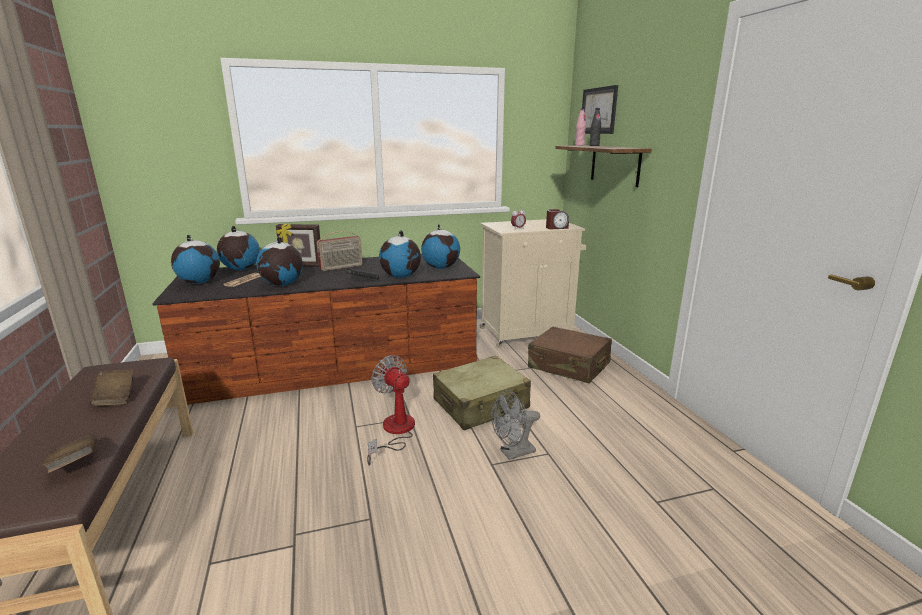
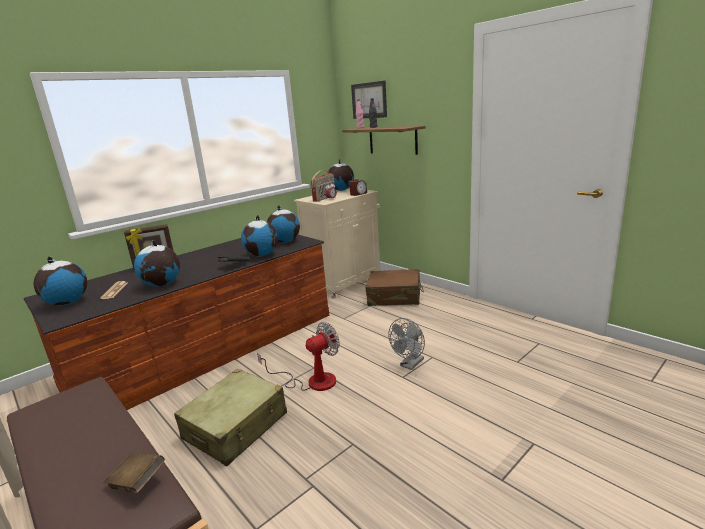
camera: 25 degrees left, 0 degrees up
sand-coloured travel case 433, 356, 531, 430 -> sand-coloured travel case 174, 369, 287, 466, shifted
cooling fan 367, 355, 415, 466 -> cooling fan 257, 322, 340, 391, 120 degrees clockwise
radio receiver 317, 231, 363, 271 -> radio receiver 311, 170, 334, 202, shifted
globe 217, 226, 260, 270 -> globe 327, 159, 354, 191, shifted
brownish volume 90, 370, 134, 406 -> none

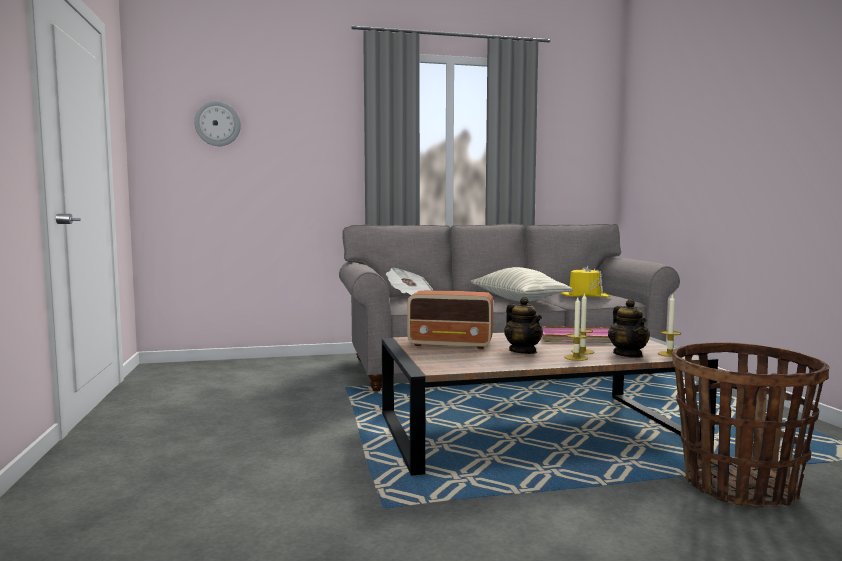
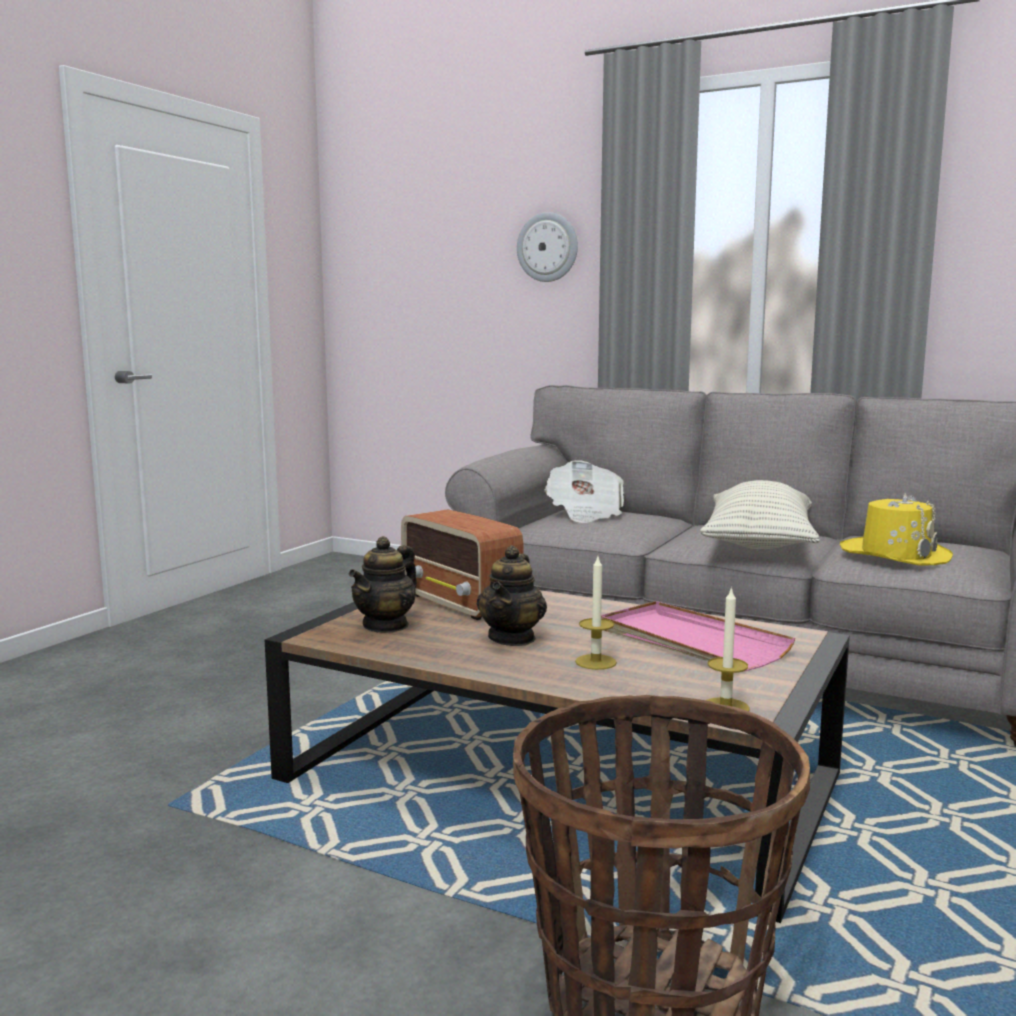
camera: 40 degrees right, 5 degrees up
pot for tea 608, 299, 650, 358 -> pot for tea 349, 536, 417, 633, shifted
wall clock 194, 101, 241, 146 -> wall clock 517, 212, 578, 282, shifted
candle 564, 297, 588, 361 -> none

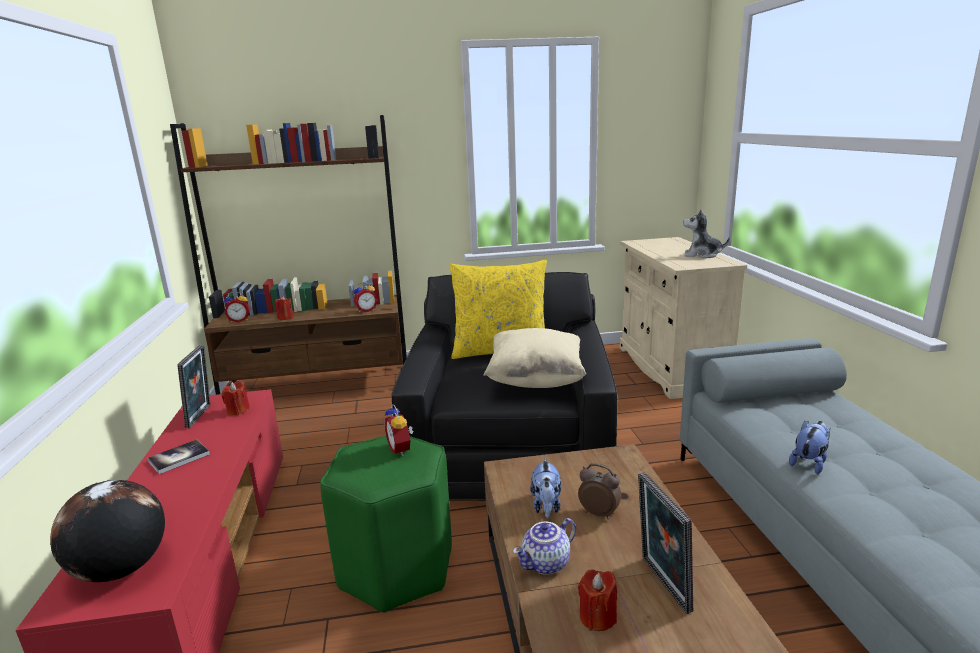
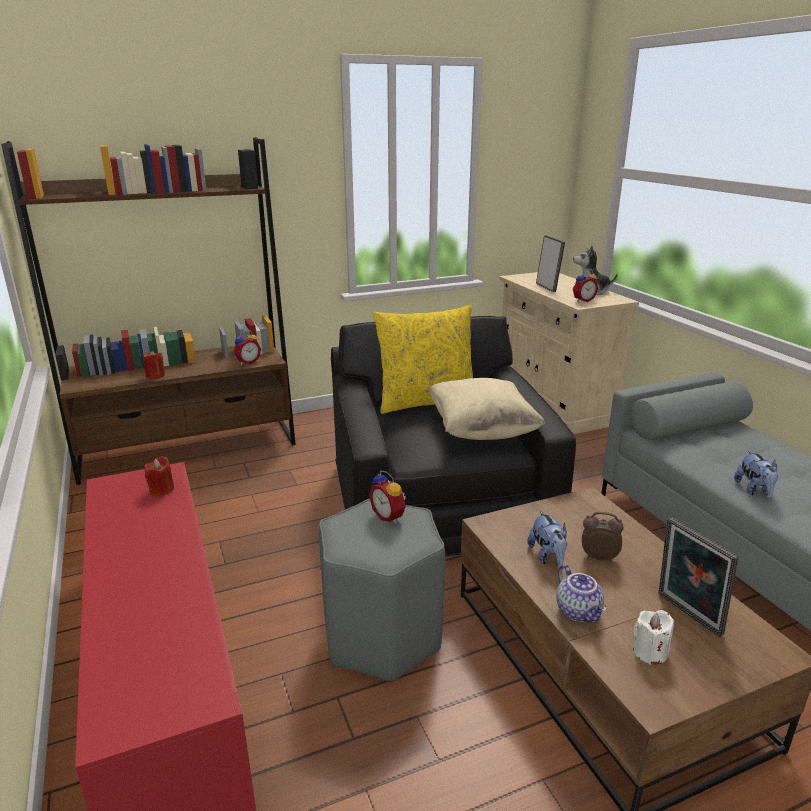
camera: 15 degrees left, 5 degrees up
green stool seat 320, 435, 452, 613 -> greyish stool seat 319, 499, 445, 682
picture frame 177, 345, 210, 428 -> picture frame 536, 235, 565, 292, shifted
pot for tea 513, 518, 576, 575 -> pot for tea 557, 564, 607, 623, 60 degrees counterclockwise
table clock 224, 291, 250, 323 -> table clock 573, 269, 598, 302, shifted
red-coloured candle 578, 569, 617, 631 -> white-coloured candle 633, 610, 674, 665
cuddly toy 789, 421, 830, 474 -> cuddly toy 734, 450, 778, 498, 150 degrees clockwise
globe 50, 480, 165, 582 -> none
volume 147, 440, 210, 474 -> none

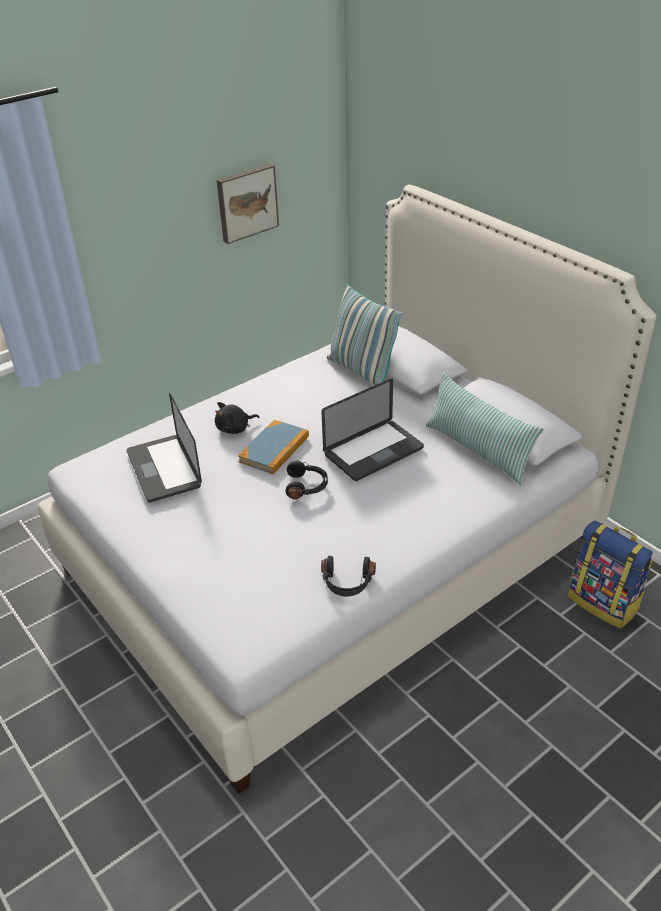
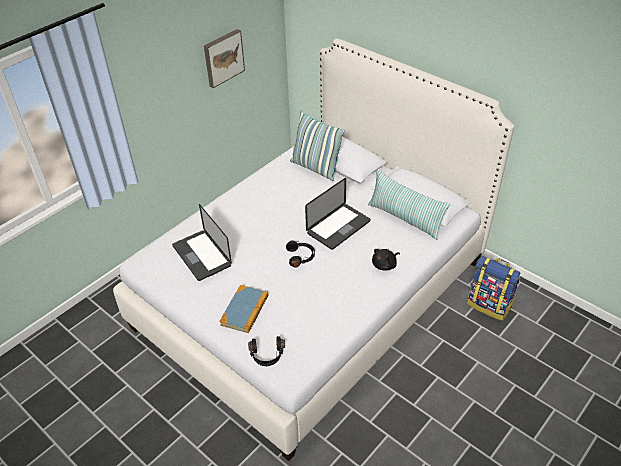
camera: 10 degrees left, 5 degrees up
volume 238, 420, 309, 474 -> volume 219, 285, 268, 333, shifted
black headset 321, 556, 376, 597 -> black headset 248, 336, 285, 366, shifted
black cuddly toy 215, 402, 259, 434 -> black cuddly toy 372, 249, 400, 271, shifted

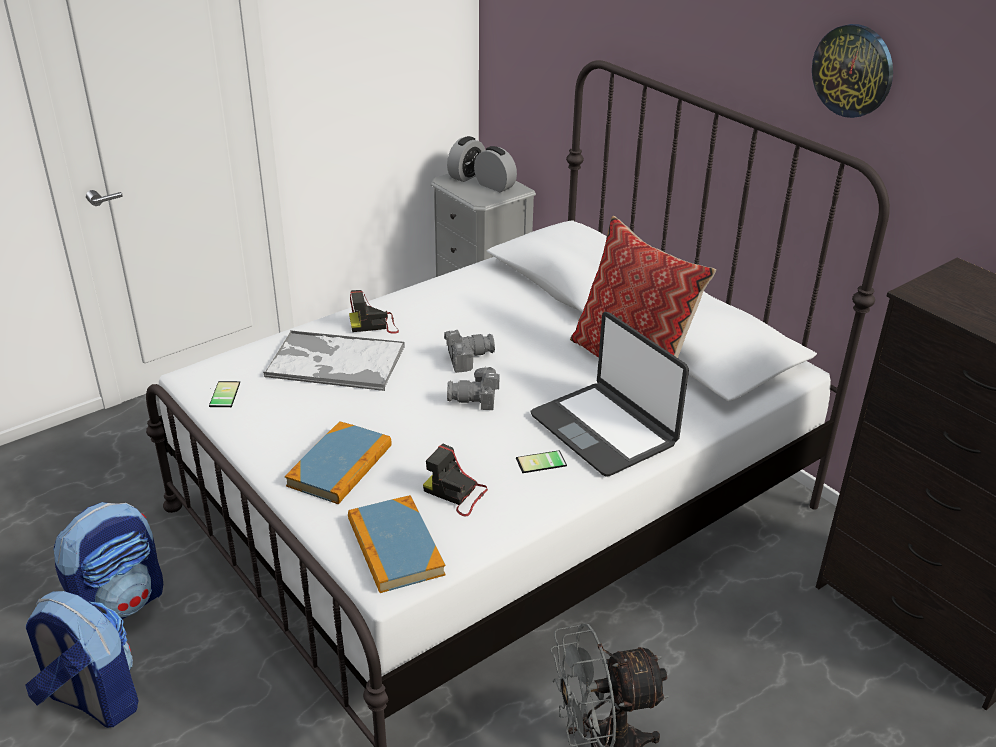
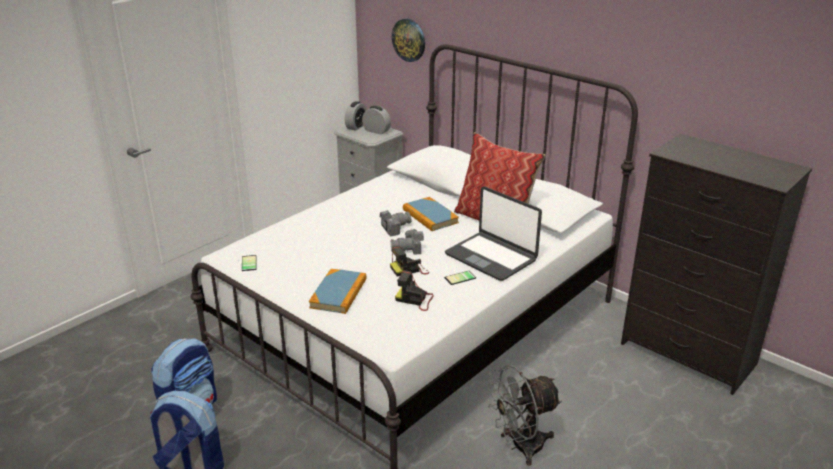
camera: 10 degrees left, 5 degrees down
photo camera 349, 290, 399, 334 -> photo camera 390, 246, 429, 276, shifted
wall clock 812, 24, 893, 118 -> wall clock 392, 19, 425, 62, shifted
volume 348, 495, 446, 593 -> volume 403, 197, 459, 231, shifted
carrying tray 263, 330, 405, 391 -> none

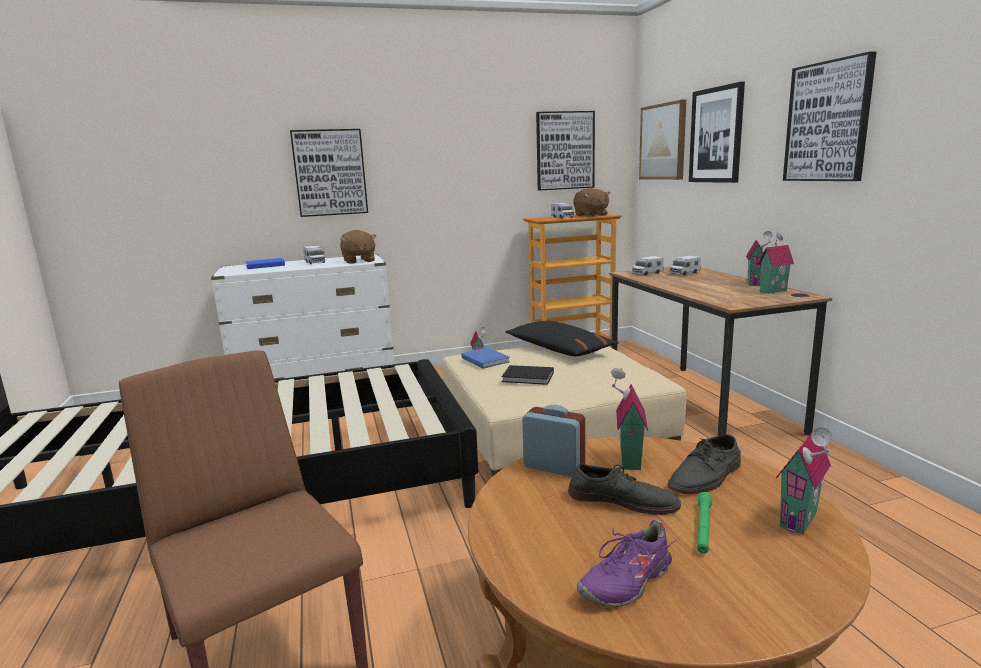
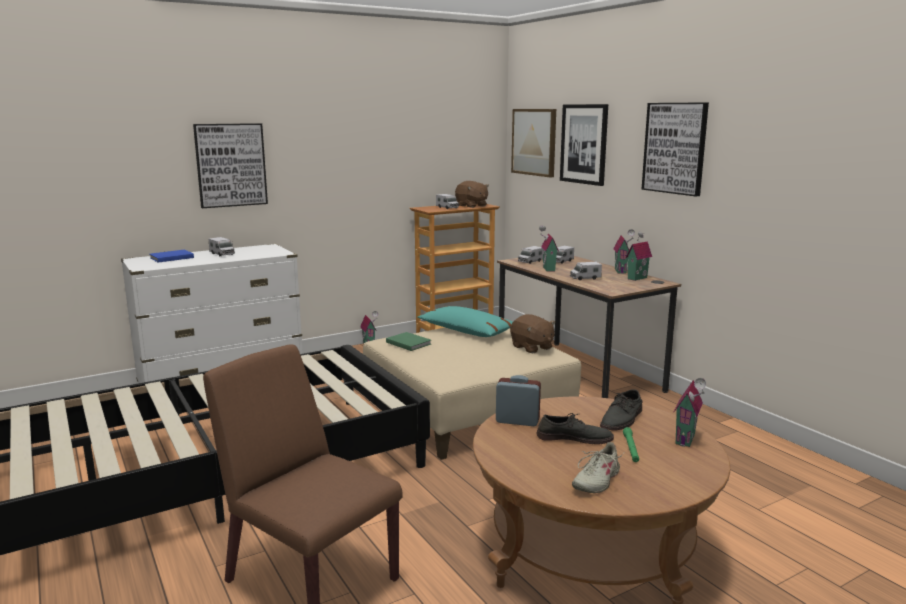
camera: 15 degrees left, 0 degrees up
blue volume 461, 347, 510, 369 -> green volume 386, 332, 431, 351
black cushion 505, 321, 619, 356 -> turquoise-coloured cushion 417, 306, 513, 337
brownish cuddly toy 340, 230, 376, 264 -> brownish cuddly toy 510, 314, 556, 353, shifted
miniature house 611, 368, 648, 470 -> miniature house 539, 225, 559, 272, shifted
none -> toy truck 570, 262, 602, 280
purplish shoe 577, 520, 676, 607 -> sand-coloured shoe 572, 442, 625, 493
black volume 502, 365, 554, 385 -> none
wall picture 536, 111, 595, 191 -> none

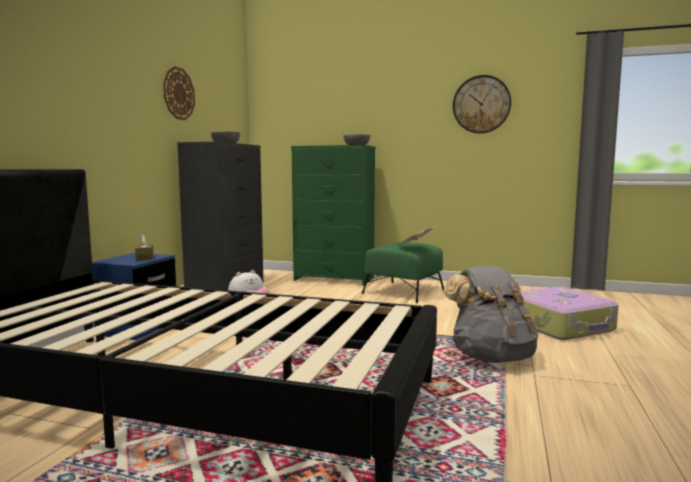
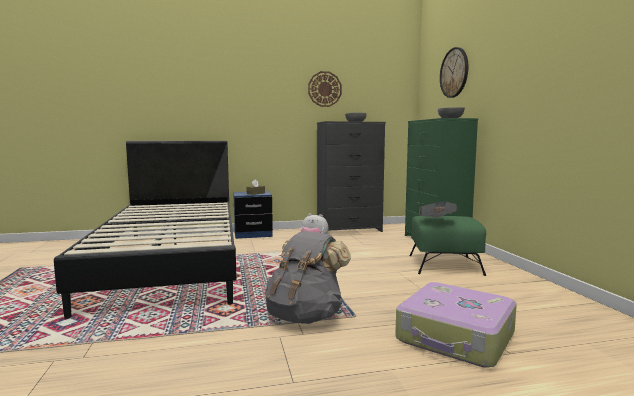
camera: 60 degrees right, 0 degrees up
wall clock 453, 75, 511, 133 -> wall clock 440, 47, 468, 98, shifted

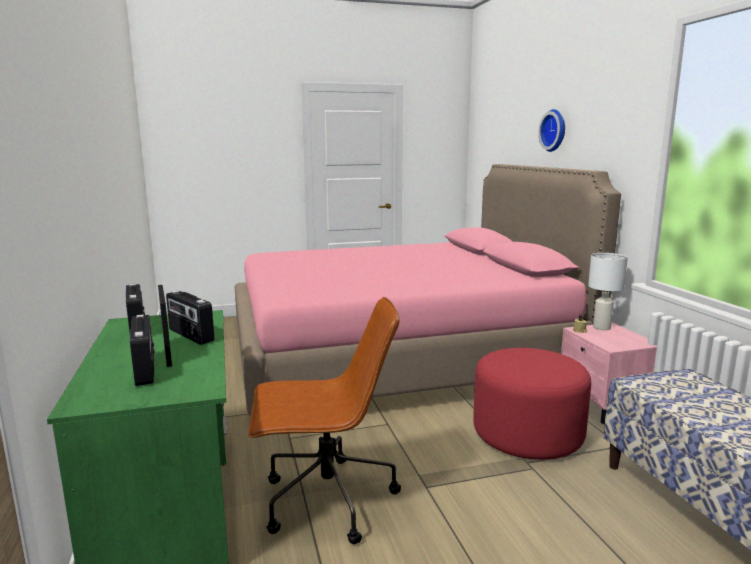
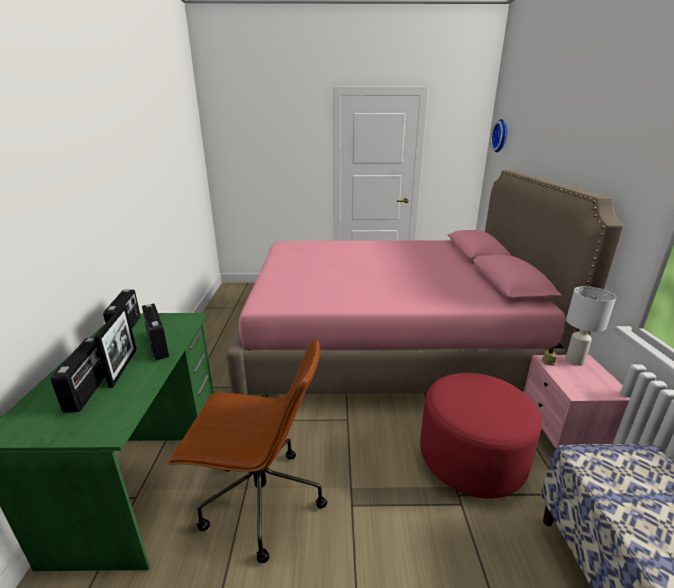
camera: 15 degrees right, 10 degrees up
wall clock 538, 109, 565, 152 -> wall clock 490, 119, 507, 152, shifted

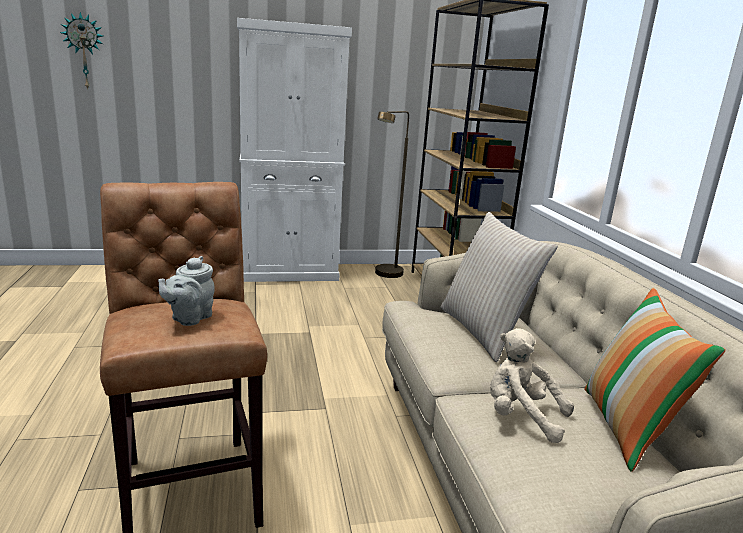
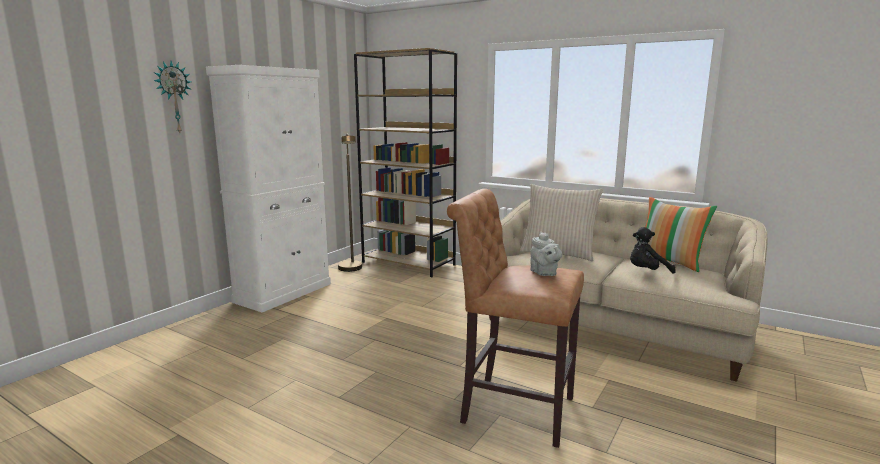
camera: 45 degrees left, 5 degrees down
wall clock 60, 12, 103, 89 -> wall clock 154, 61, 192, 133, shifted
sand-coloured cuddly toy 490, 328, 574, 443 -> black cuddly toy 630, 227, 676, 274

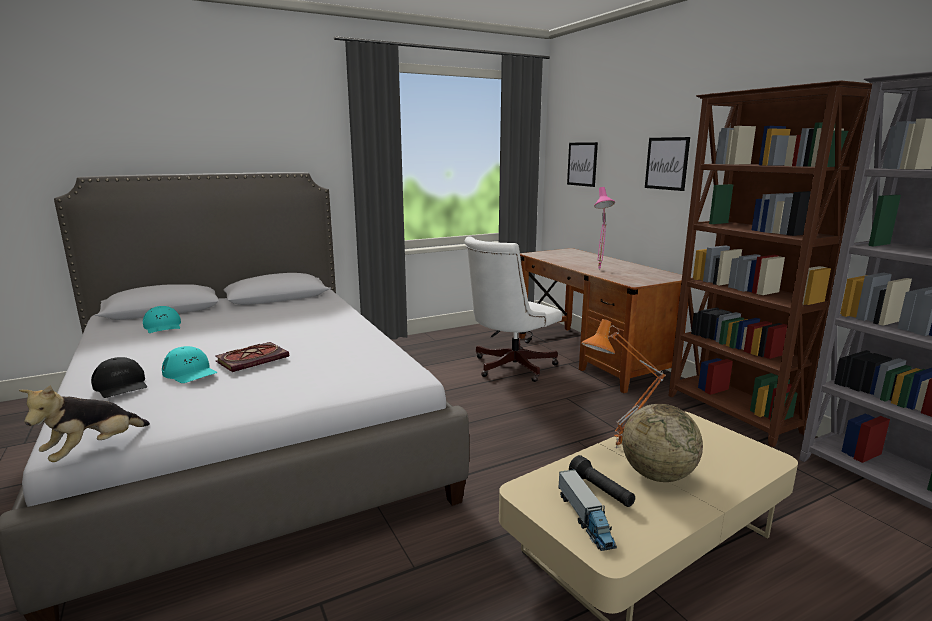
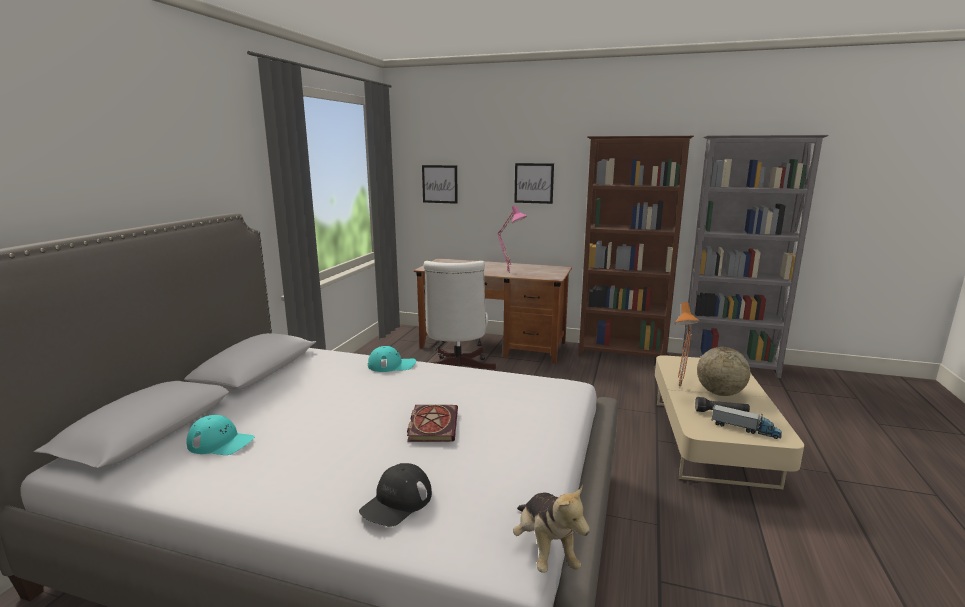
camera: 45 degrees left, 0 degrees up
black cap 91, 357, 147, 398 -> black cap 359, 463, 432, 526, 120 degrees clockwise
turquoise-coloured cap 162, 346, 217, 383 -> turquoise-coloured cap 367, 346, 416, 372, shifted

